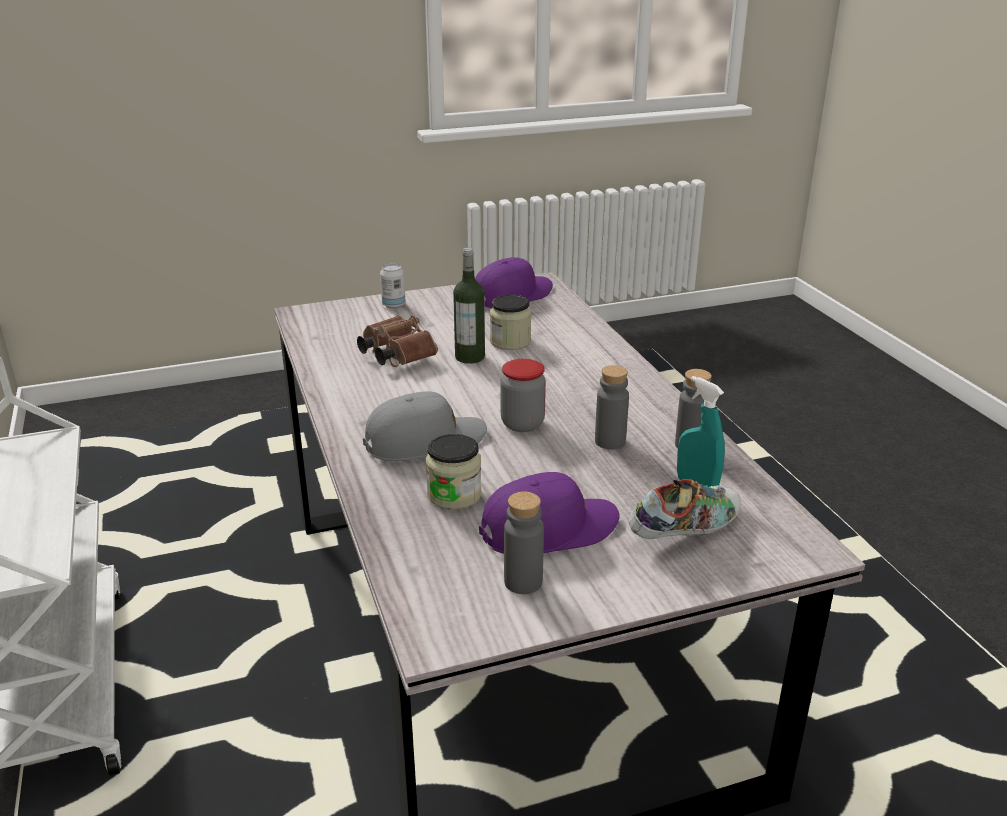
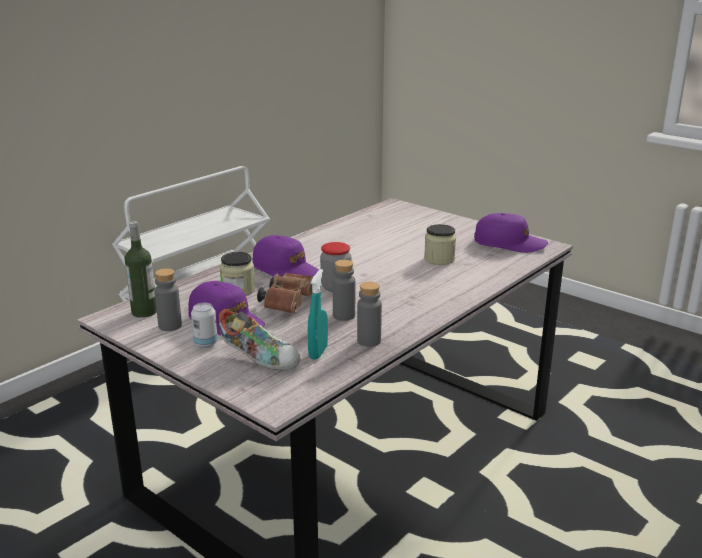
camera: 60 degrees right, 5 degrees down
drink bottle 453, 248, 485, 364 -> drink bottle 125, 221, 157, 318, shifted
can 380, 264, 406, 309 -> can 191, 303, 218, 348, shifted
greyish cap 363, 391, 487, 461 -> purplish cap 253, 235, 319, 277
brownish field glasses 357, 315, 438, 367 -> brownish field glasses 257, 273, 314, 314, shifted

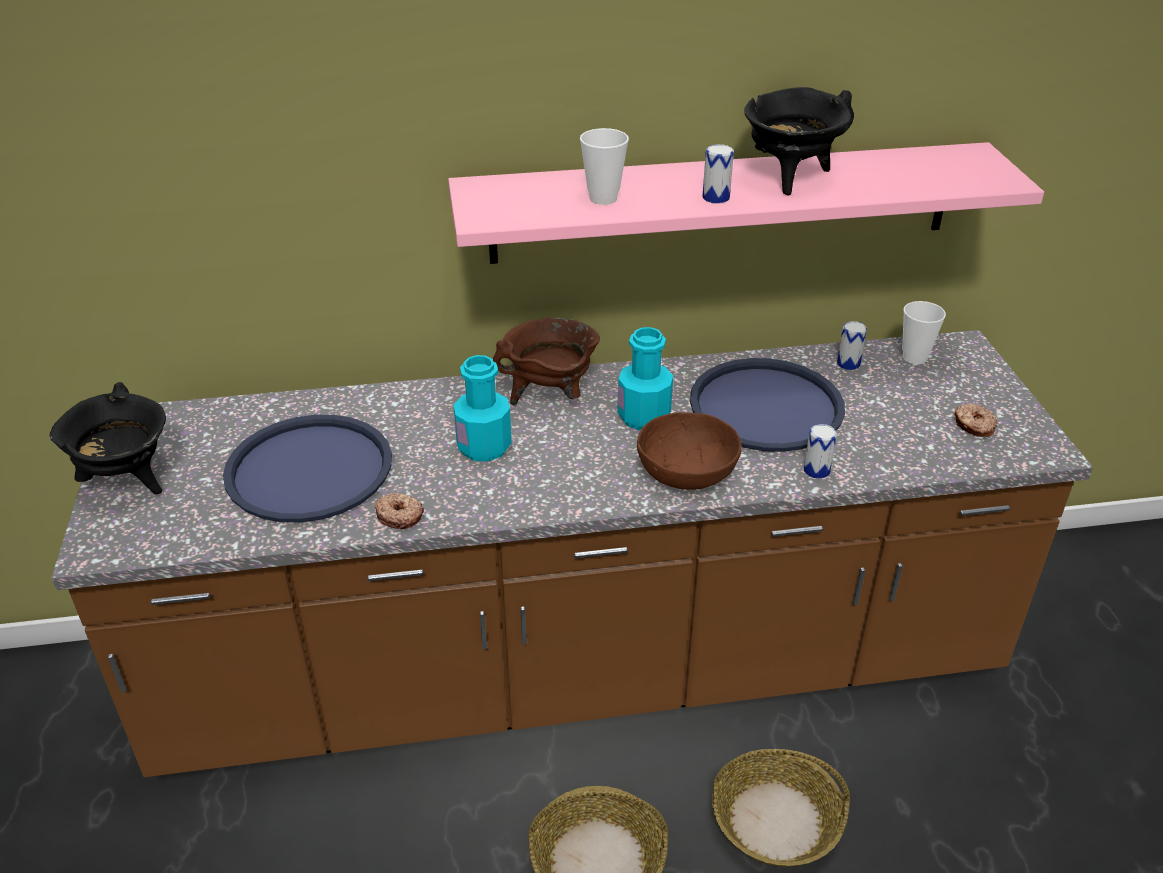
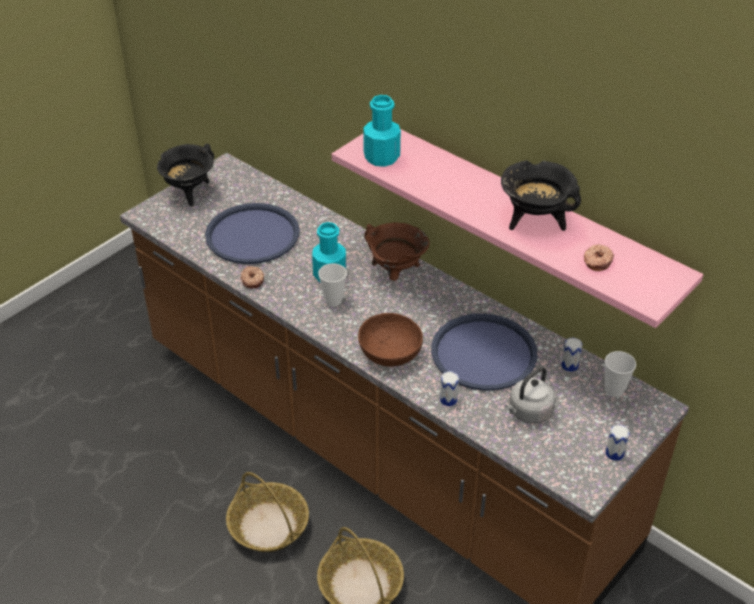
camera: 50 degrees right, 5 degrees up
cup 580, 128, 629, 205 -> cup 318, 263, 347, 306, shifted
turquoise-coloured drink bottle 618, 327, 673, 431 -> turquoise-coloured drink bottle 363, 95, 401, 167, shifted
none -> greyish water kettle 505, 367, 556, 423
doughnut 954, 403, 997, 437 -> doughnut 584, 244, 614, 271, shifted
can 702, 144, 734, 204 -> can 606, 424, 630, 461, shifted

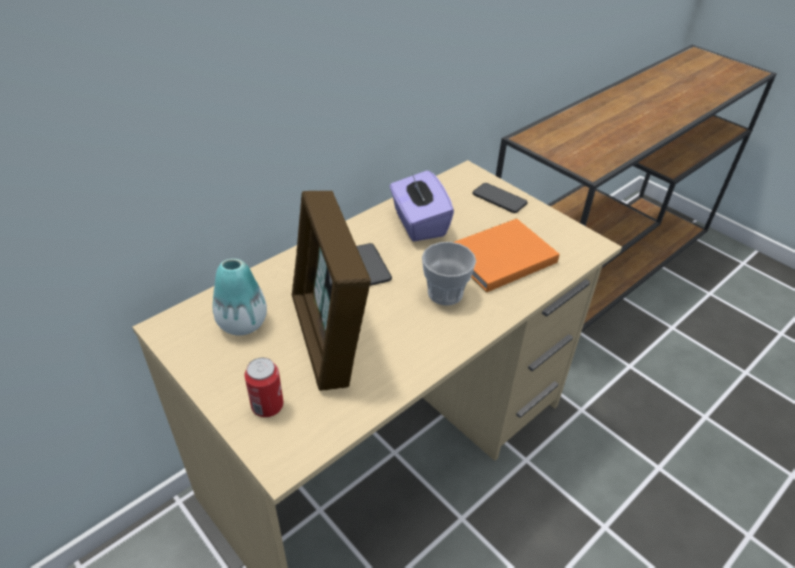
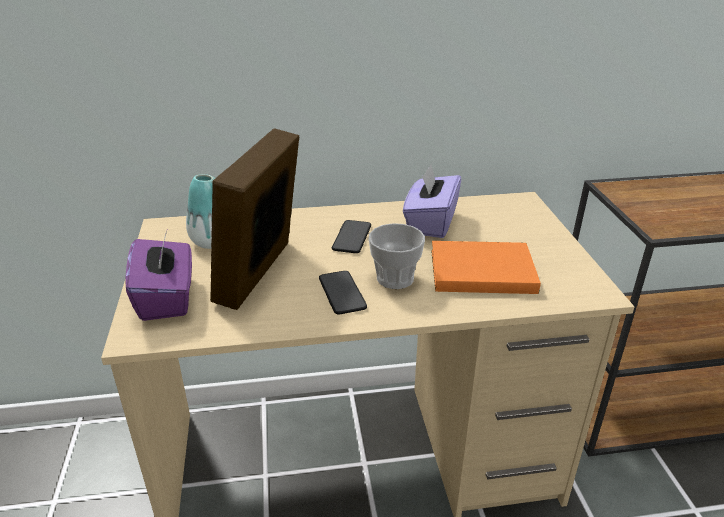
camera: 35 degrees right, 10 degrees down
can 244, 358, 284, 417 -> purplish box of tissues 125, 231, 192, 321
handset 472, 183, 528, 213 -> handset 319, 271, 367, 314, shifted

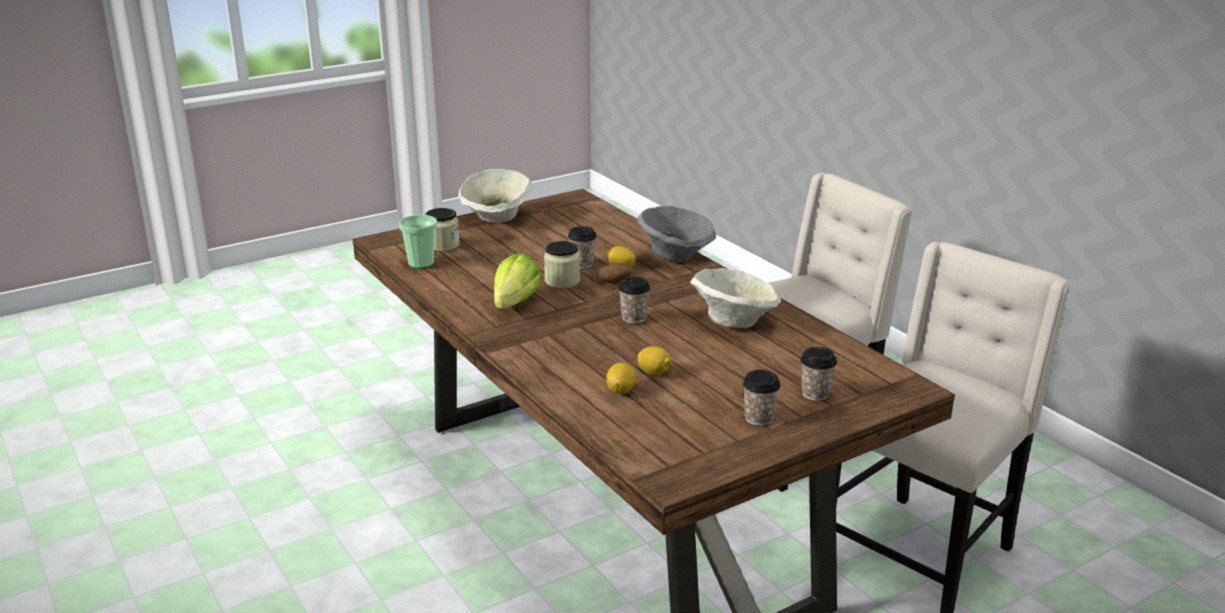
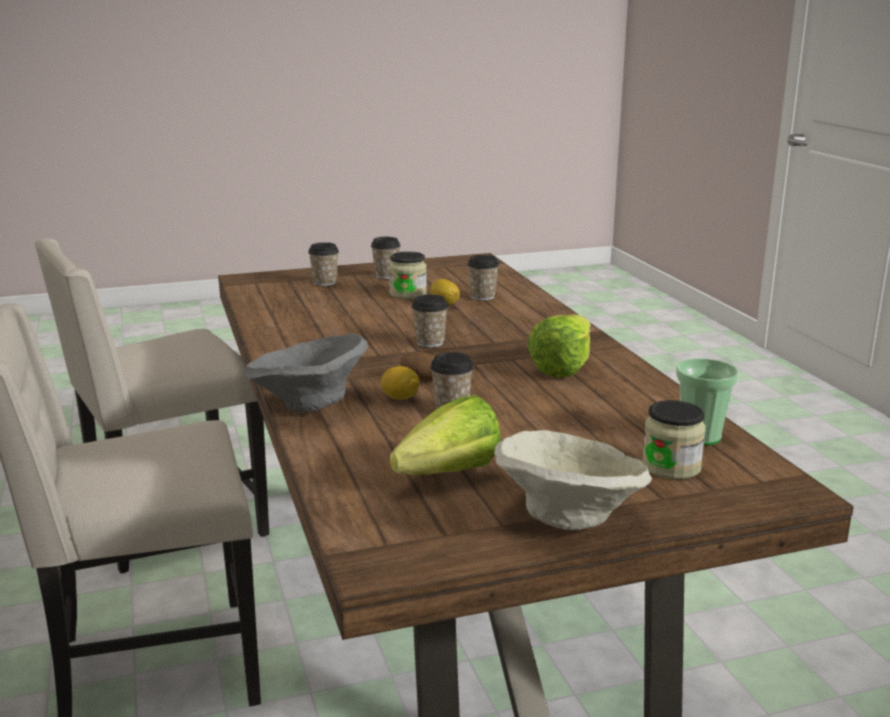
camera: 165 degrees left, 5 degrees down
preserve jar 544, 241, 580, 288 -> preserve jar 389, 252, 427, 299, shifted
none -> lettuce head 390, 395, 501, 475
lemon 606, 363, 636, 394 -> cup 467, 255, 499, 300
sand-coloured bowl 690, 268, 781, 328 -> none

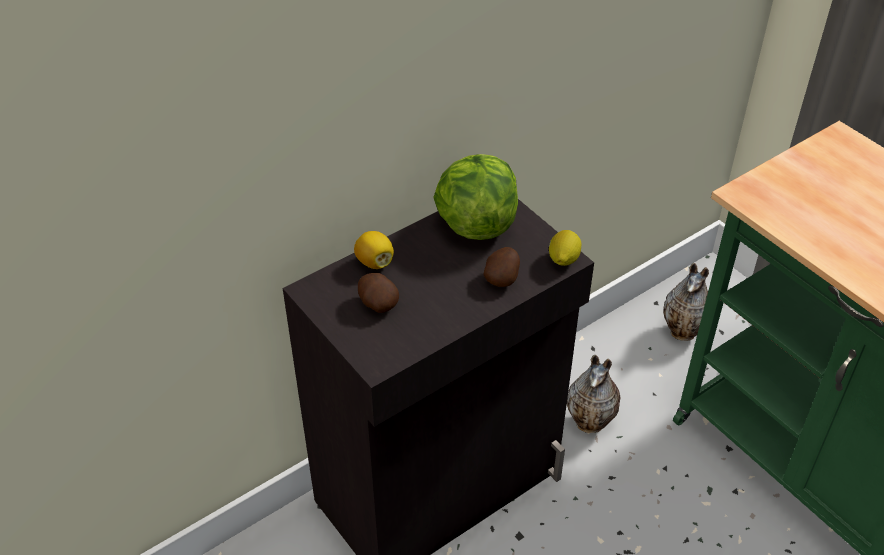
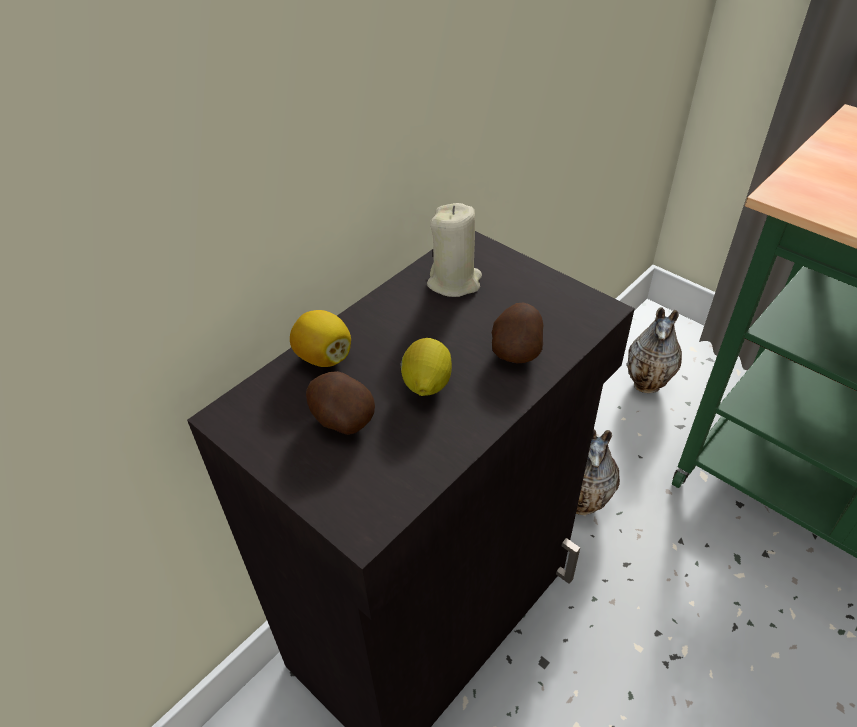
camera: 10 degrees left, 0 degrees up
lemon 549, 230, 581, 266 -> lemon 401, 338, 452, 396, shifted
lettuce head 433, 154, 518, 240 -> sand-coloured candle 427, 203, 482, 297

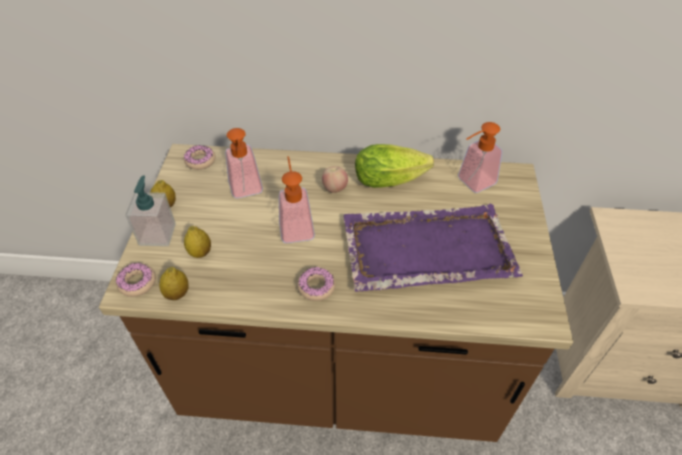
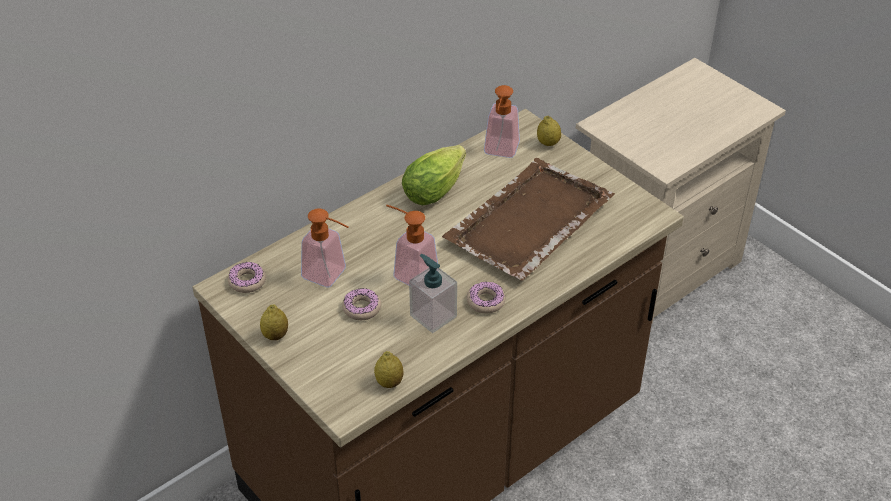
camera: 45 degrees left, 5 degrees down
doughnut 116, 263, 156, 297 -> doughnut 342, 288, 381, 320, shifted
soap dispenser 125, 176, 176, 246 -> soap dispenser 409, 254, 457, 333, shifted
purplish carrying tray 344, 204, 523, 292 -> brownish carrying tray 442, 158, 615, 280
lemon 184, 226, 211, 258 -> lemon 537, 116, 561, 146, shifted
whole apple 322, 166, 348, 193 -> none

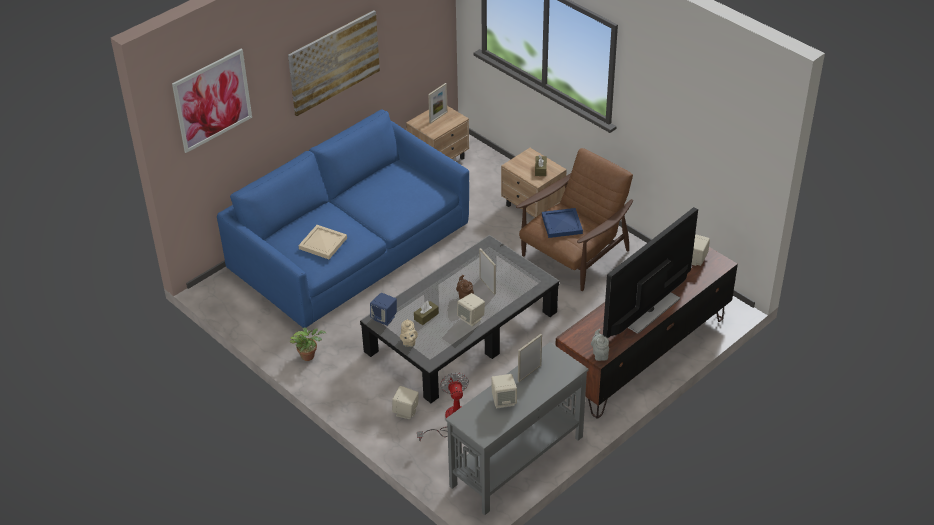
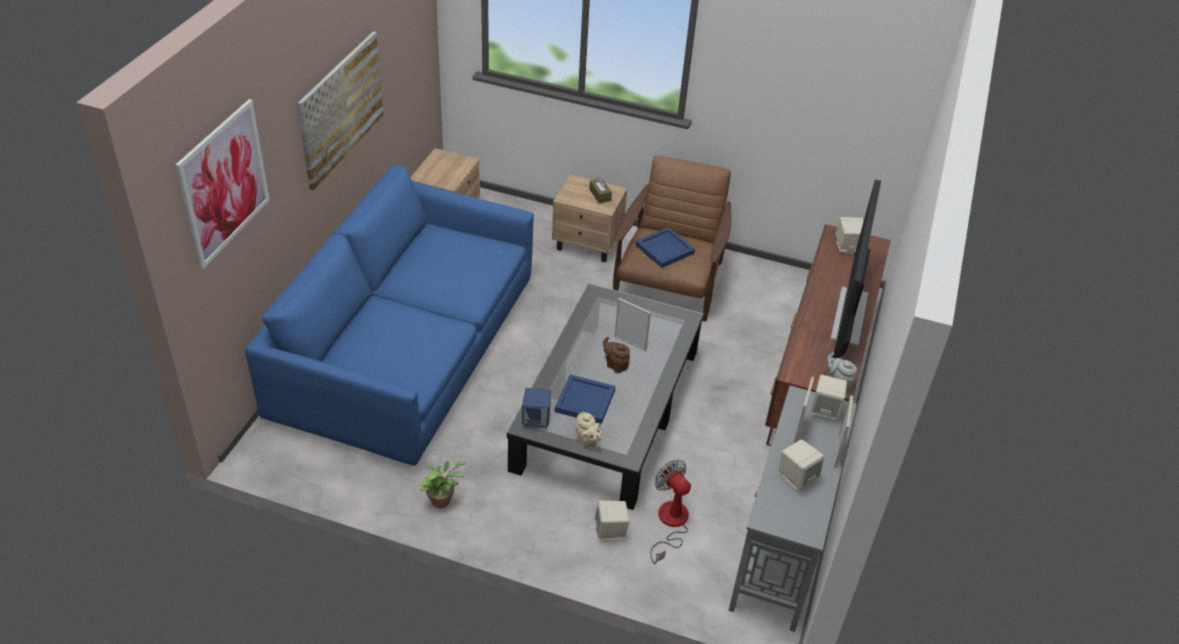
camera: 30 degrees left, 0 degrees up
brownish box of tissues 414, 301, 439, 325 -> blue carrying tray 555, 374, 616, 424
sand-coloured speaker 457, 293, 485, 327 -> sand-coloured speaker 811, 375, 847, 421, shifted
picture frame 428, 83, 447, 124 -> picture frame 834, 395, 853, 468, shifted
sand-coloured carrying tray 298, 225, 347, 259 -> none

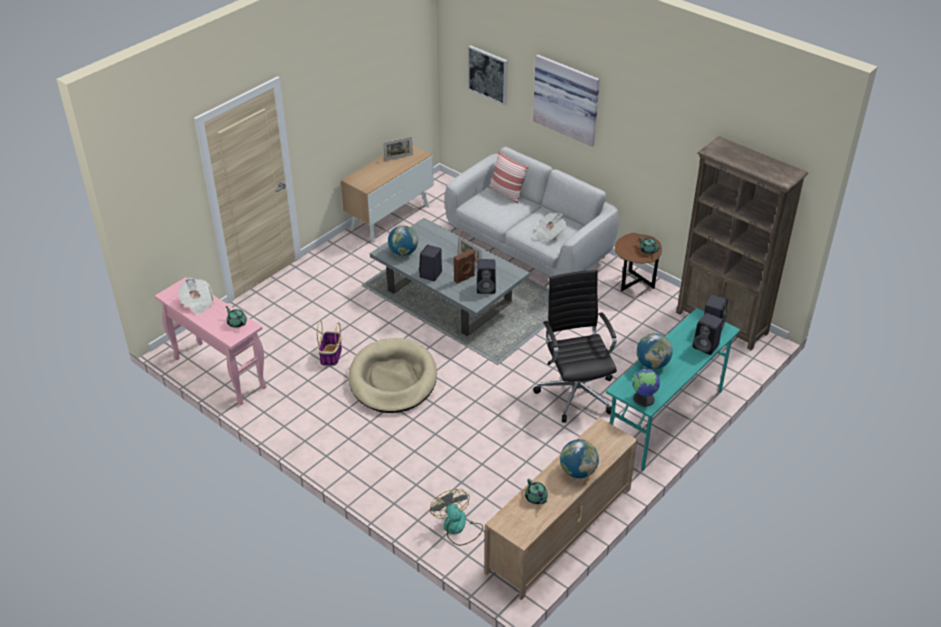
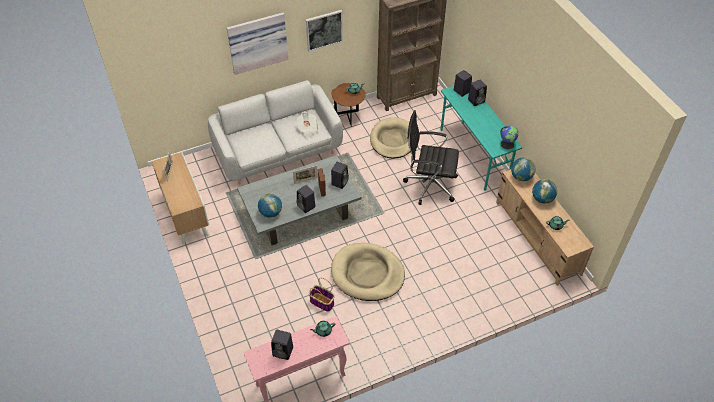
camera: 65 degrees left, 10 degrees up
newspaper 178, 278, 214, 315 -> black speaker 271, 330, 293, 360
wall picture 468, 45, 508, 105 -> wall picture 306, 10, 343, 51, shifted
none -> sand-coloured pet bed 370, 118, 411, 159
globe 636, 333, 672, 369 -> globe 511, 157, 536, 181, shifted
cooling fan 430, 489, 483, 546 -> none
cushion 489, 150, 528, 203 -> none

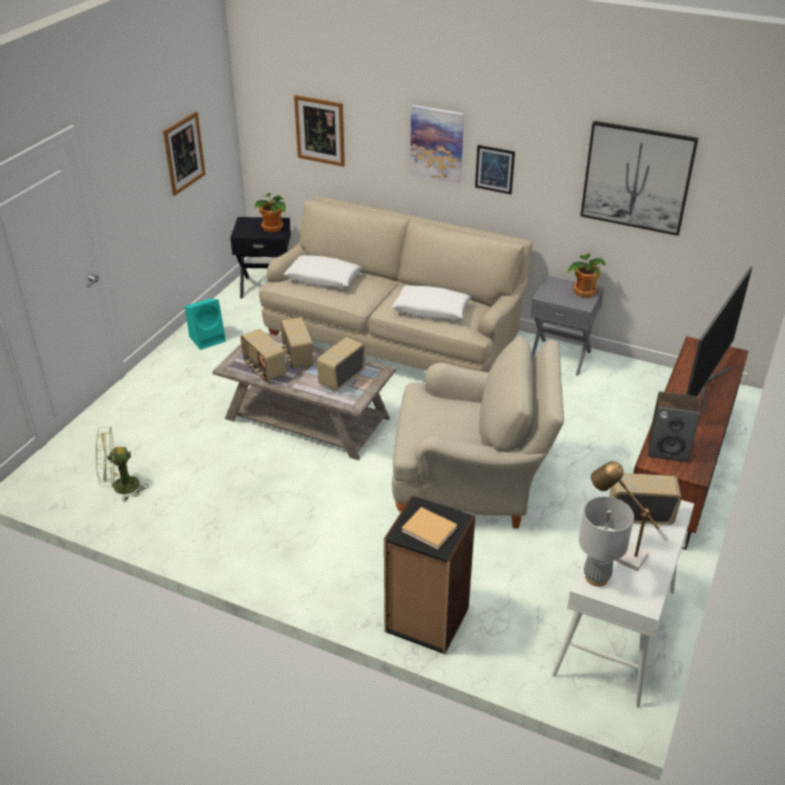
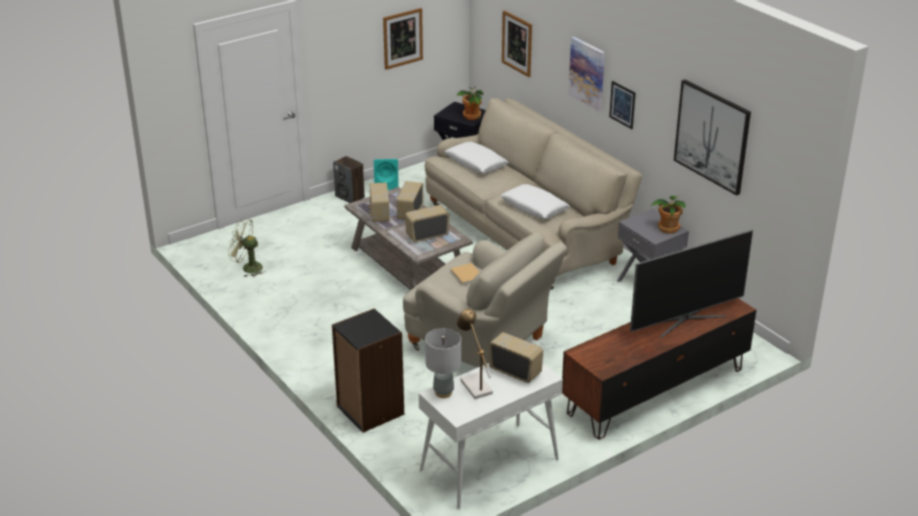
camera: 30 degrees right, 5 degrees down
speaker 648, 391, 700, 462 -> speaker 333, 156, 365, 203, shifted
sand-coloured volume 402, 507, 457, 549 -> sand-coloured volume 450, 263, 479, 286, shifted

